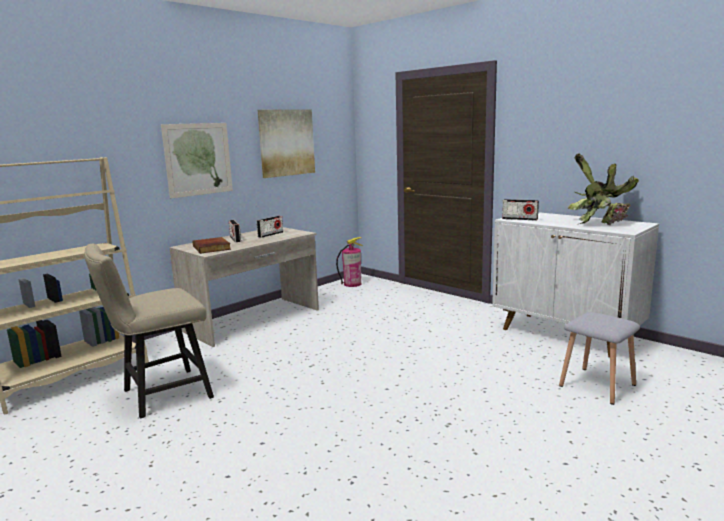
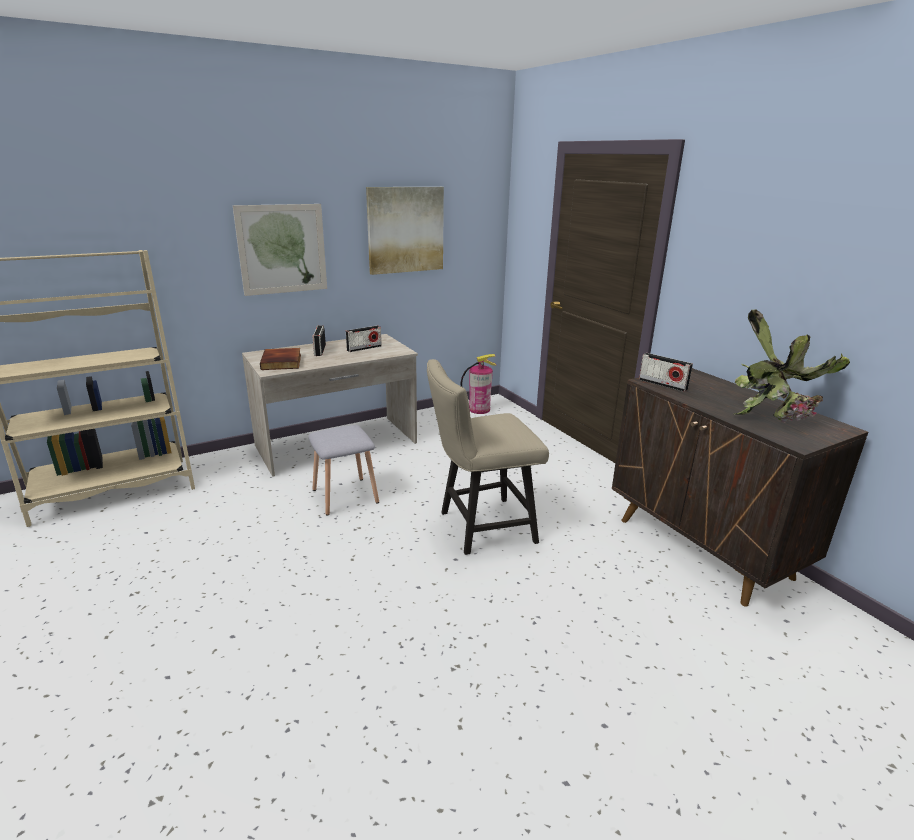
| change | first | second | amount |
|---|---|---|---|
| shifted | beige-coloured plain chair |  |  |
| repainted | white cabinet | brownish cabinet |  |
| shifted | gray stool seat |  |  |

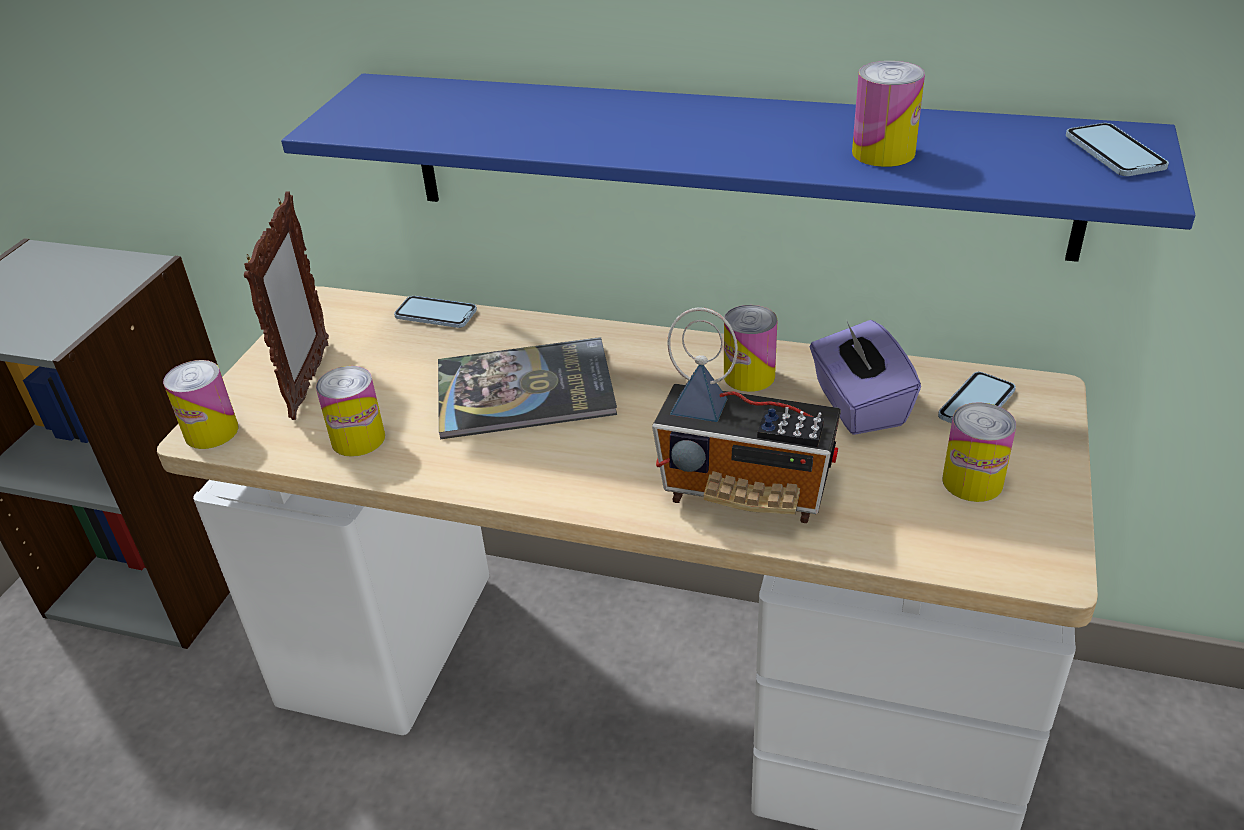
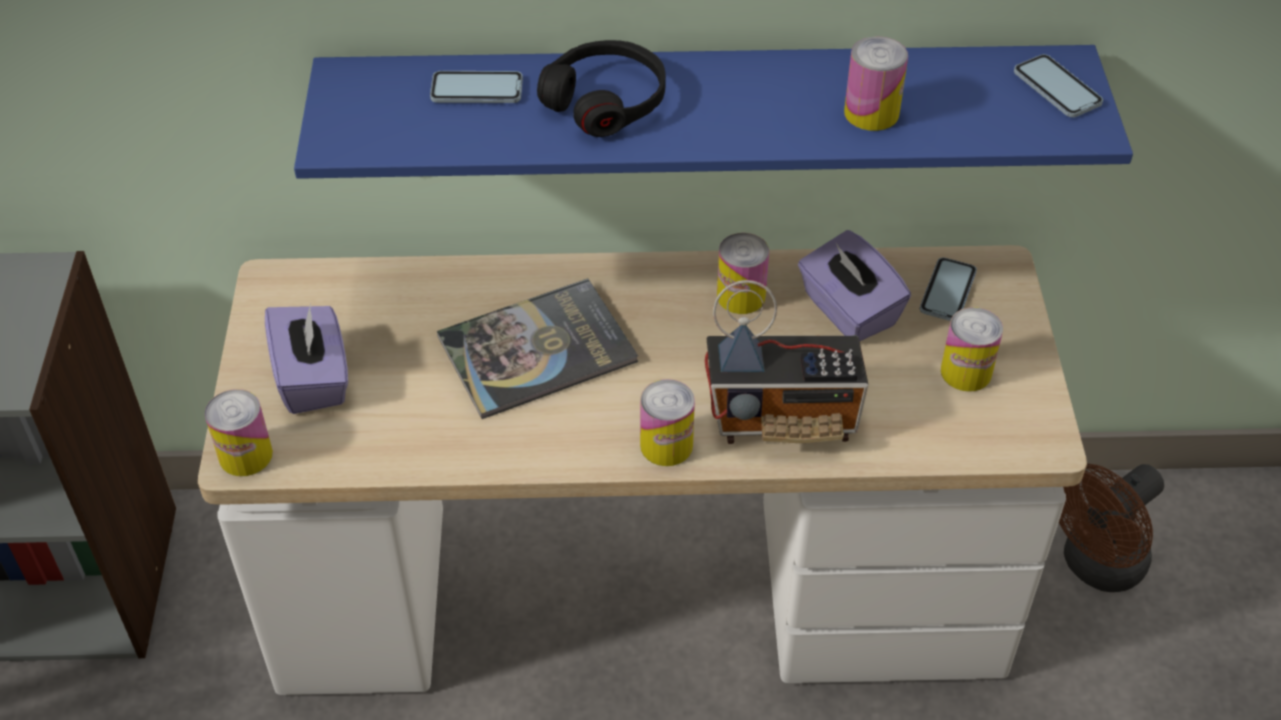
| change | first | second | amount |
|---|---|---|---|
| swapped | picture frame | purplish tissue box (no. 1 from left) |  |
| shifted | can (no. 2 from left) |  |  |
| shifted | telephone (no. 1 from left) |  |  |
| new |  | blackish headset |  |
| new |  | brownish electric fan |  |

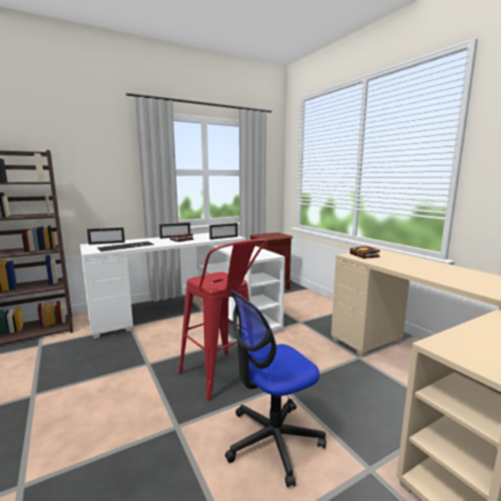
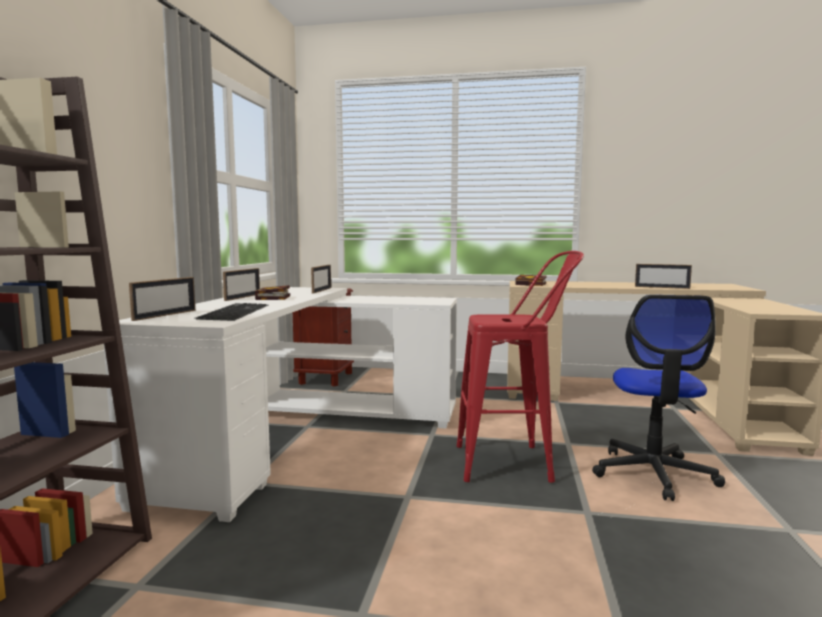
| change | first | second | amount |
|---|---|---|---|
| new |  | picture frame (no. 4 from left) |  |

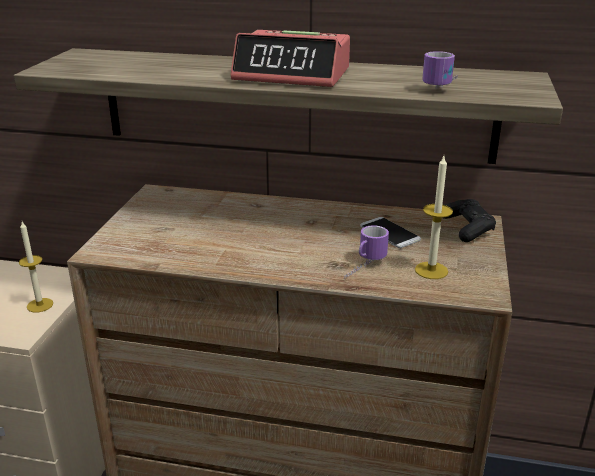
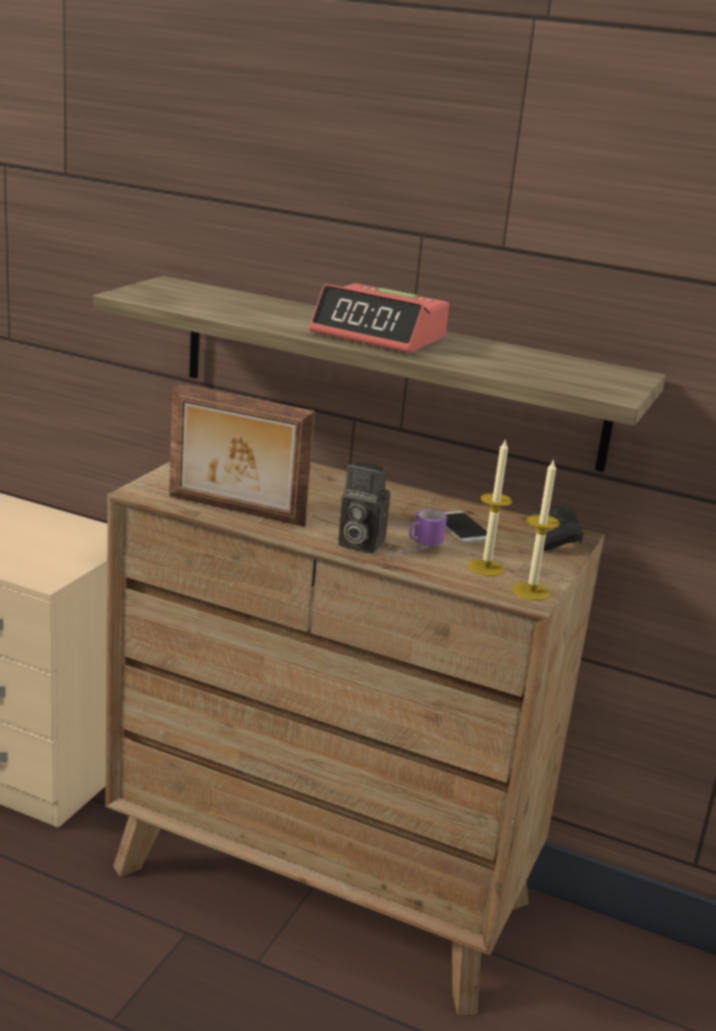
| change | first | second | amount |
|---|---|---|---|
| shifted | wax light (no. 1 from left in the first image) | wax light (no. 2 from left) |  |
| gone | tea mug (no. 2 from left) |  |  |
| new |  | picture frame |  |
| new |  | photo camera |  |

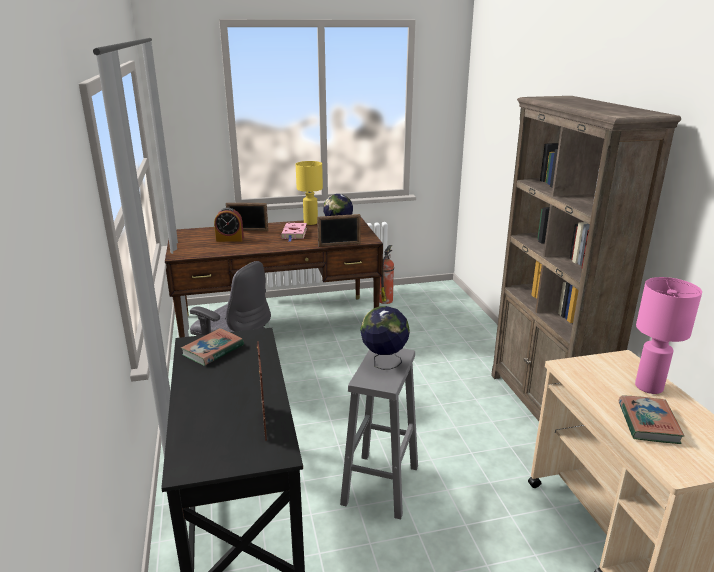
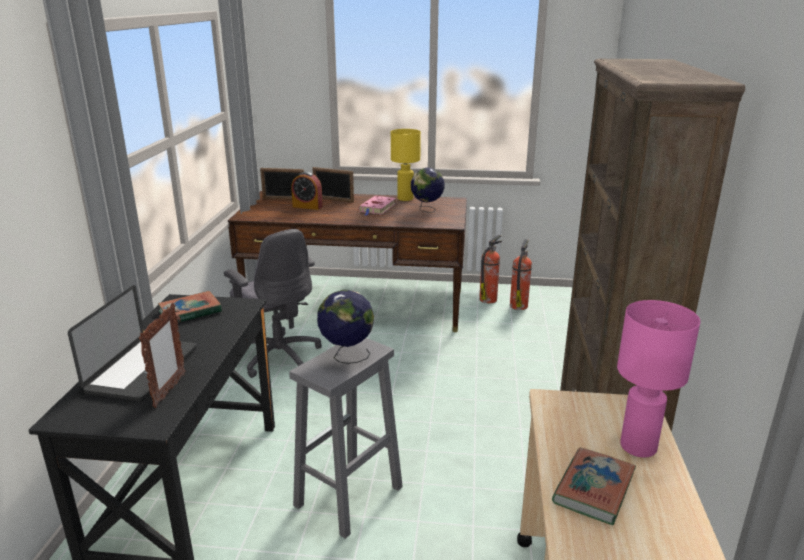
| change | first | second | amount |
|---|---|---|---|
| shifted | picture frame (no. 3 from left in the first image) | picture frame (no. 2 from left) |  |
| new |  | notebook computer |  |
| new |  | extinguisher (no. 2 from left) |  |

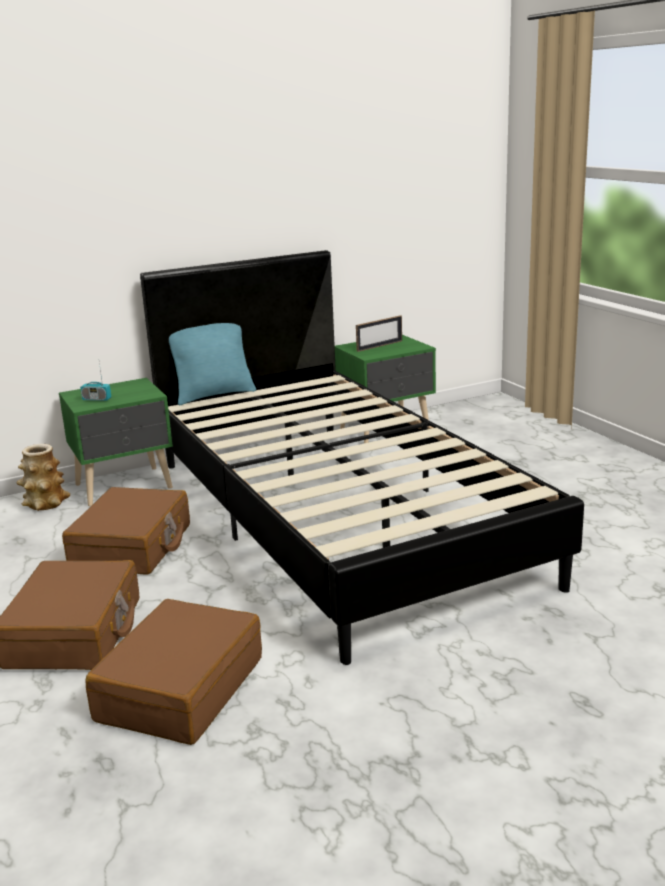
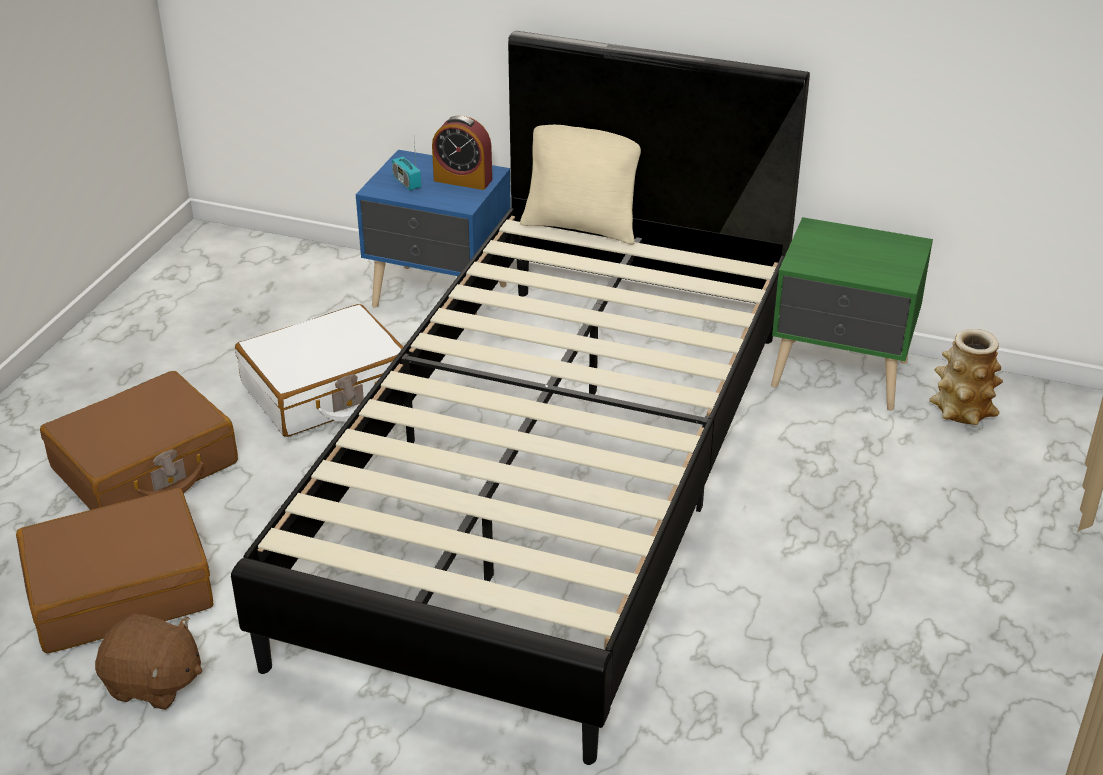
| change | first | second | amount |
|---|---|---|---|
| shifted | flower vase |  |  |
| repainted | green nightstand (no. 1 from left) | blue-coloured nightstand |  |
| repainted | brownish suitcase (no. 2 from left) | white suitcase |  |
| repainted | turquoise throw pillow | beige-coloured throw pillow |  |
| gone | picture frame |  |  |
| new |  | brownish plush toy |  |
| new |  | alarm clock |  |

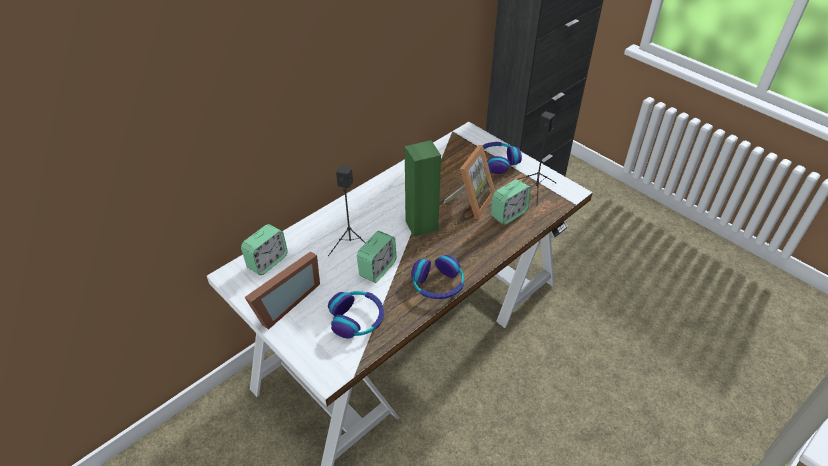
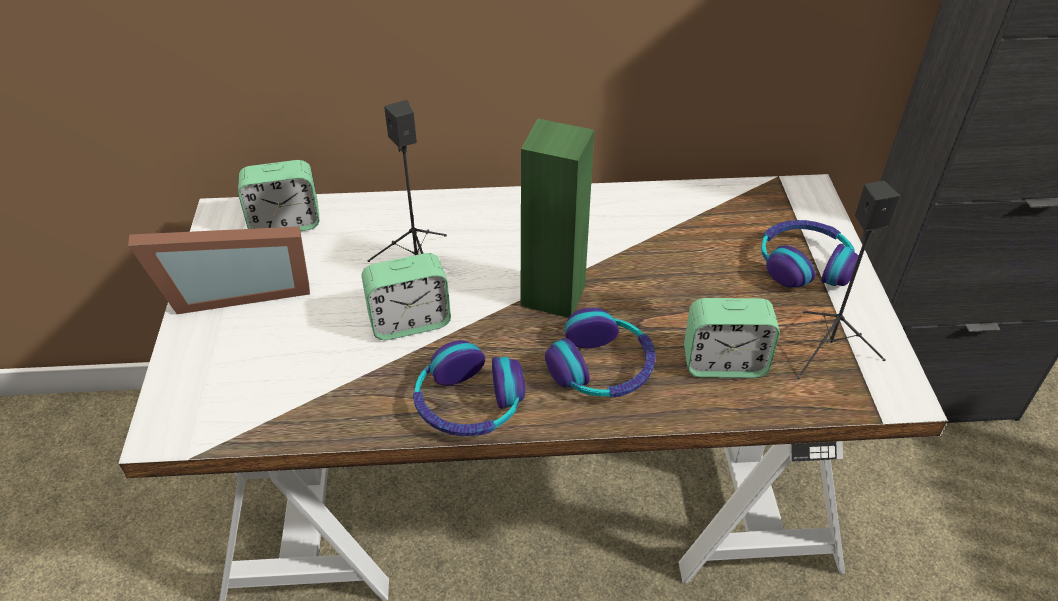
| change | first | second | amount |
|---|---|---|---|
| shifted | headset (no. 1 from left in the first image) | headset (no. 2 from left) |  |
| gone | picture frame (no. 2 from left) |  |  |

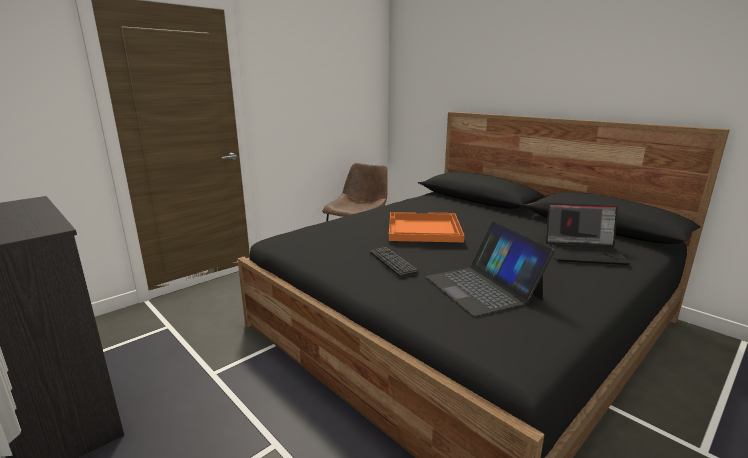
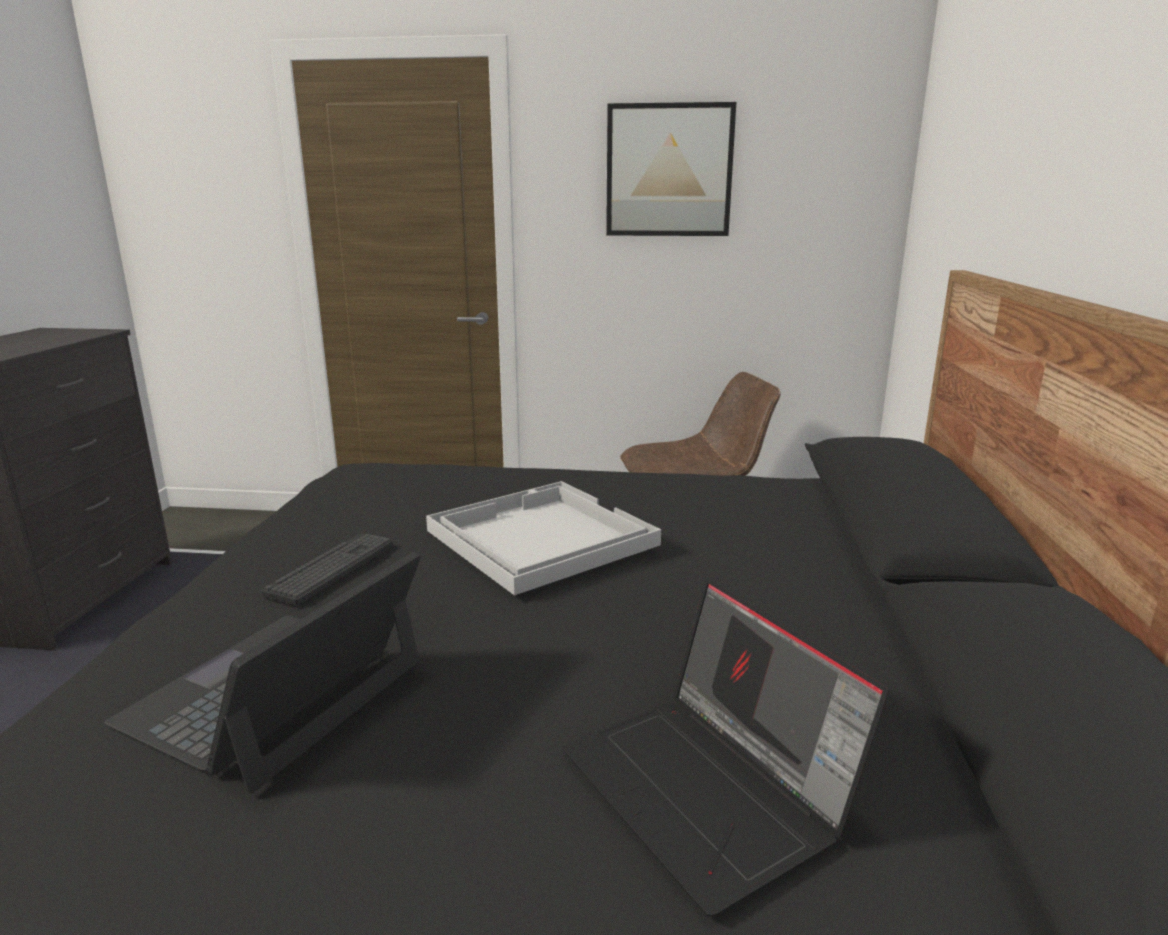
| change | first | second | amount |
|---|---|---|---|
| repainted | orange-coloured tray | white tray |  |
| new |  | picture |  |

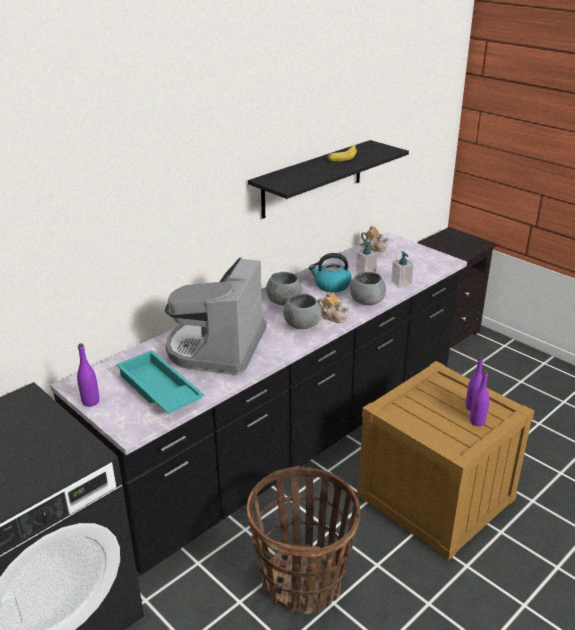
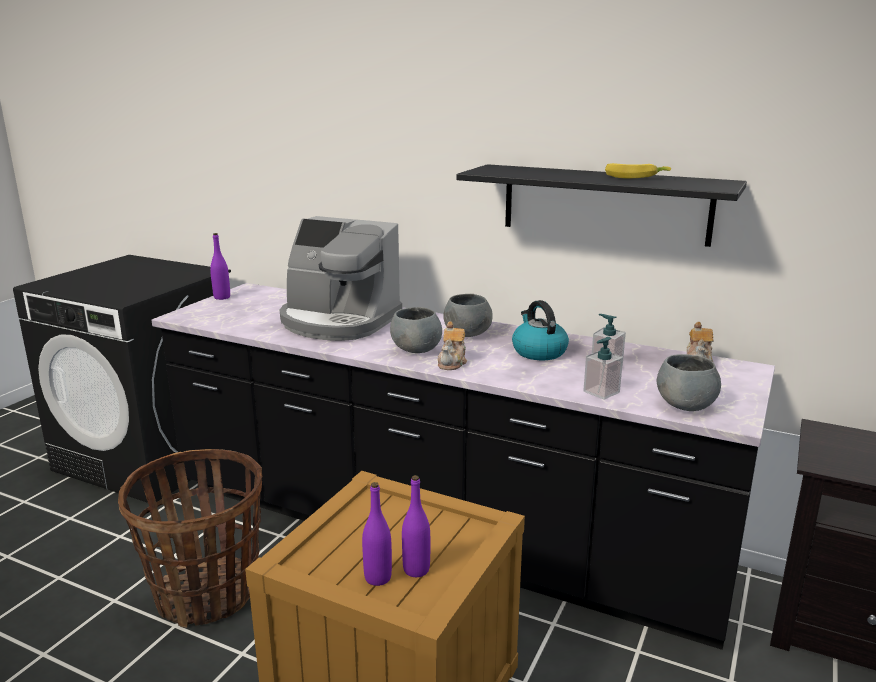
| change | first | second | amount |
|---|---|---|---|
| gone | turquoise tray |  |  |
| rotated | coffee machine |  | 150 degrees counterclockwise |
| shifted | gray bowl (no. 3 from left) |  |  |

